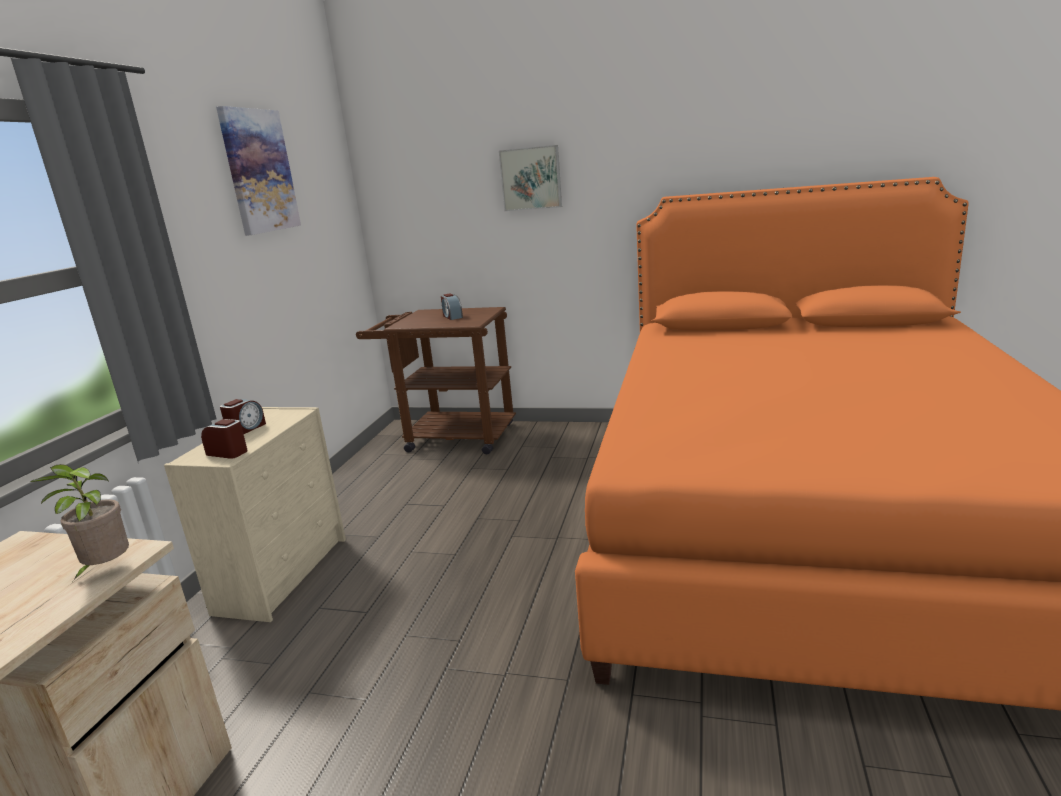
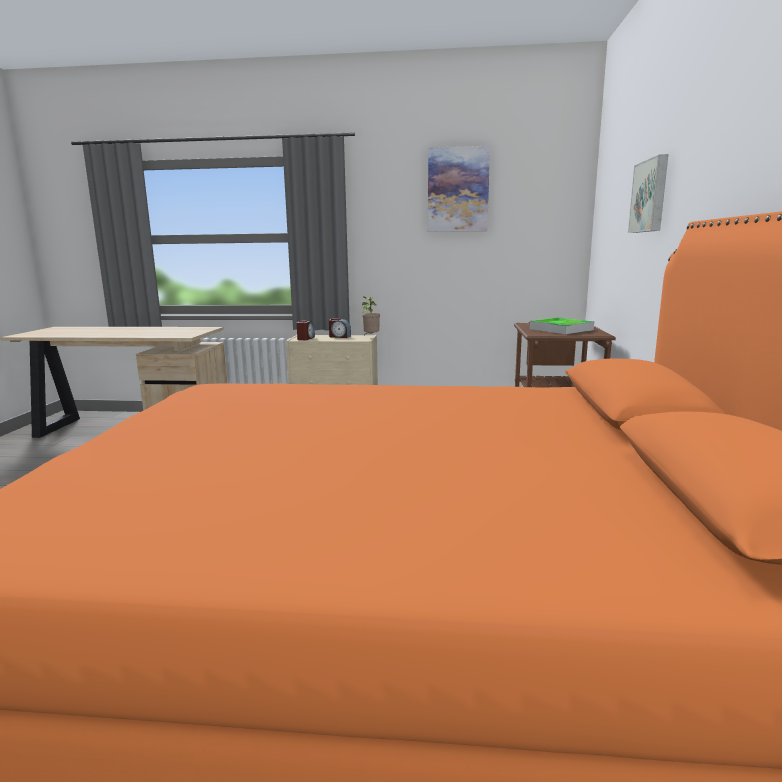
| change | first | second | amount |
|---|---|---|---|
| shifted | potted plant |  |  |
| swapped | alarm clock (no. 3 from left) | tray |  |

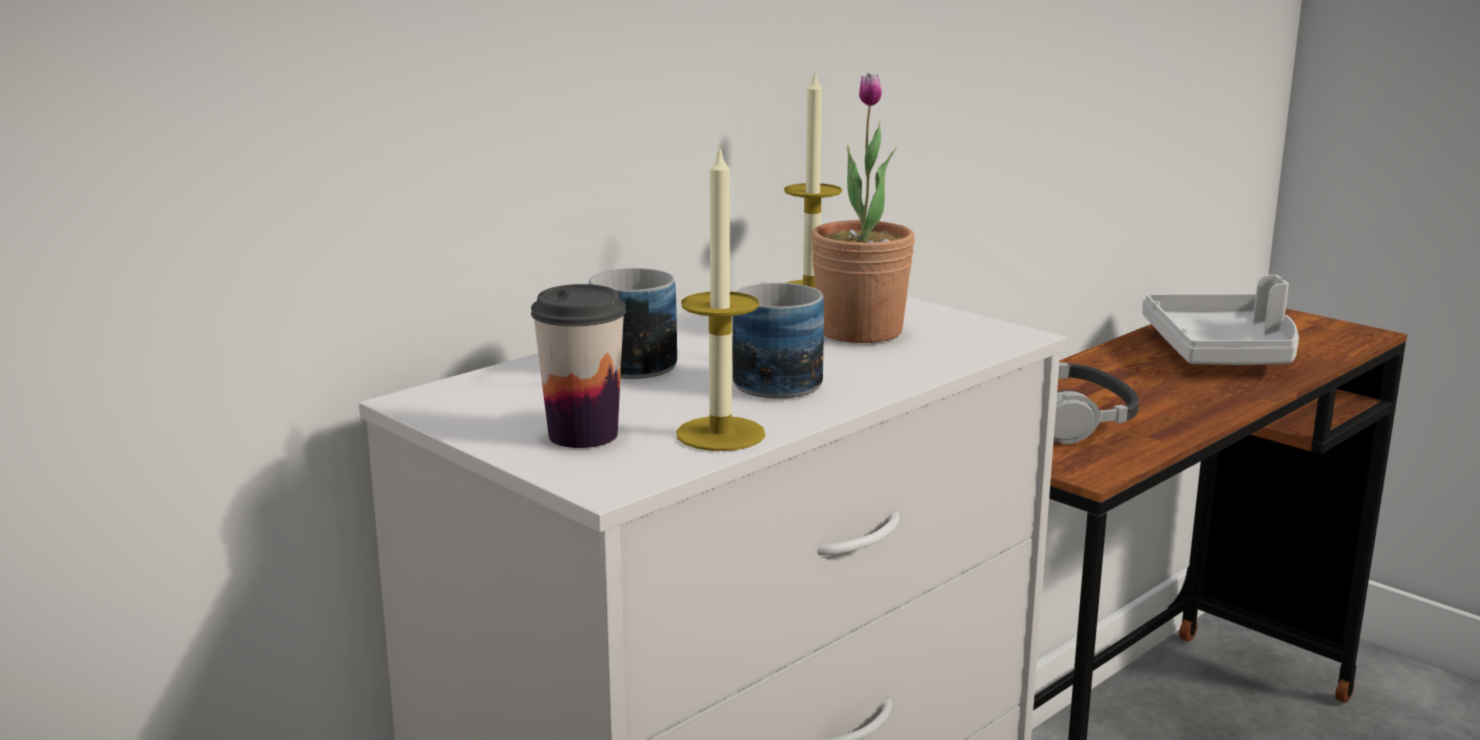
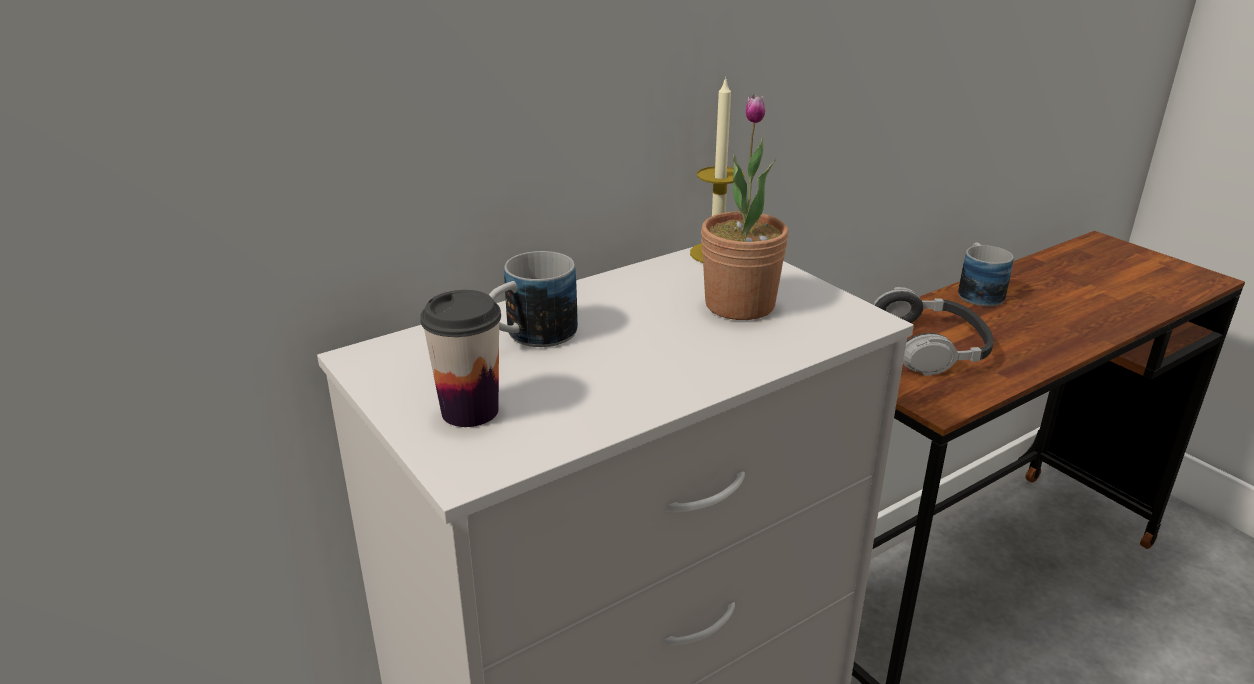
| change | first | second | amount |
|---|---|---|---|
| gone | wax light (no. 1 from left) |  |  |
| shifted | tea mug (no. 2 from left) |  |  |
| gone | gray tray |  |  |

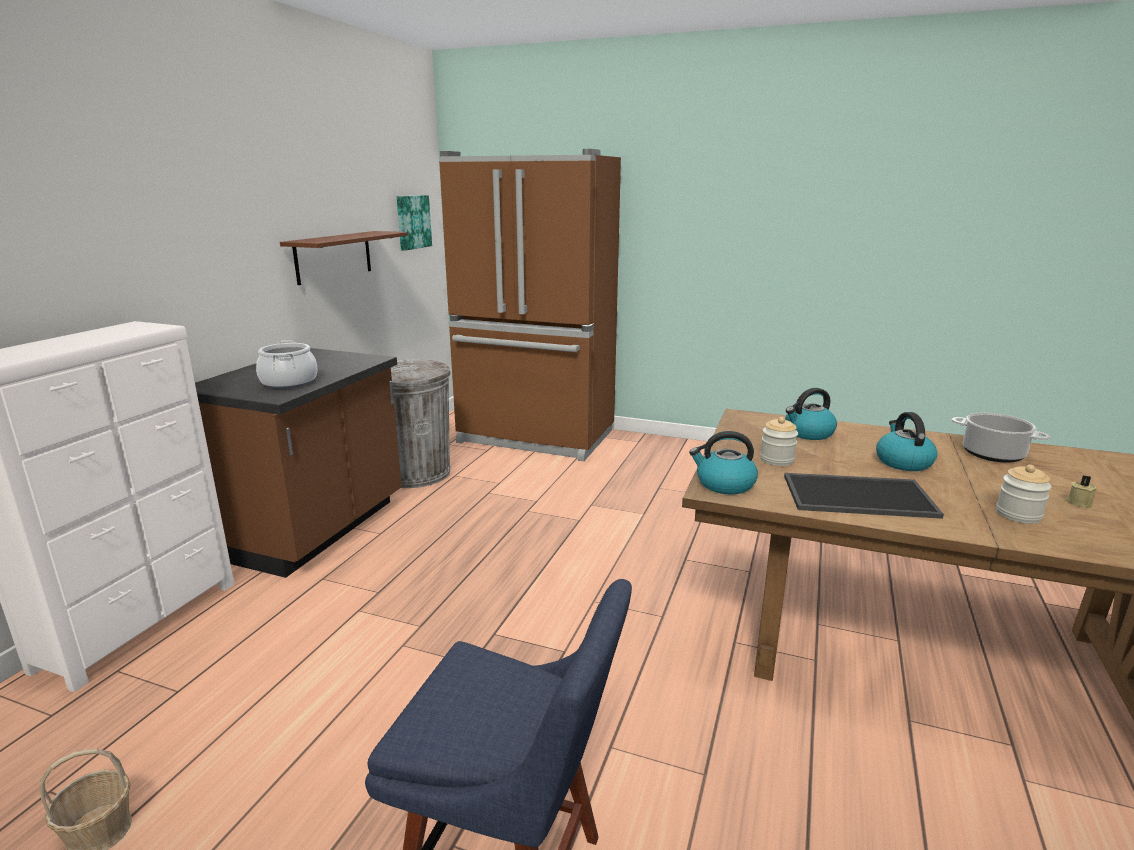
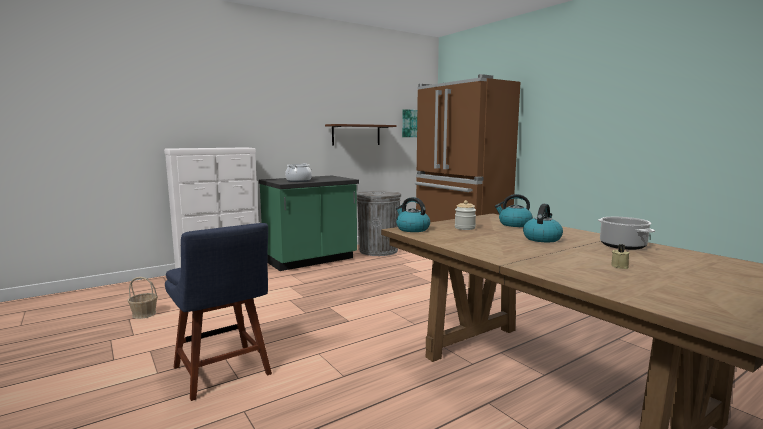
| change | first | second | amount |
|---|---|---|---|
| repainted | brownish counter | green counter |  |
| gone | tray |  |  |
| gone | preserve jar (no. 2 from left) |  |  |

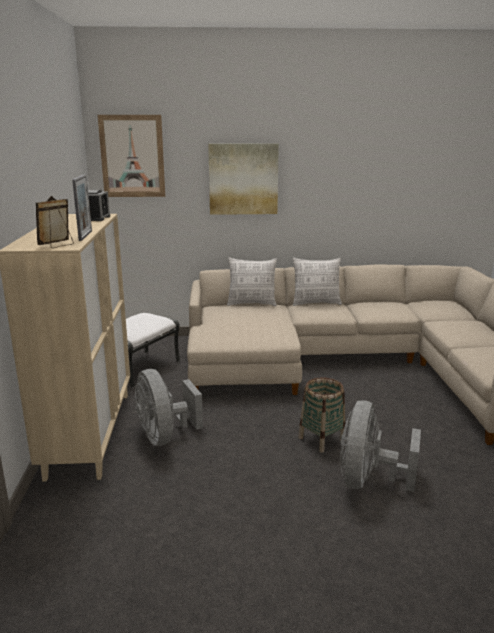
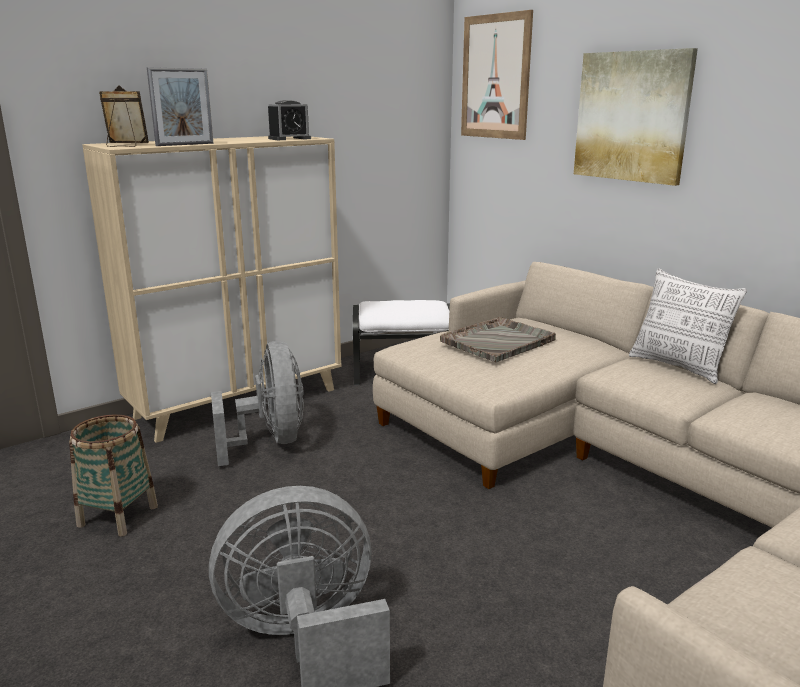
| change | first | second | amount |
|---|---|---|---|
| rotated | gray electric fan (no. 1 from left) |  | 135 degrees clockwise |
| gone | throw pillow (no. 1 from left) |  |  |
| shifted | basket |  |  |
| new |  | gray tray |  |

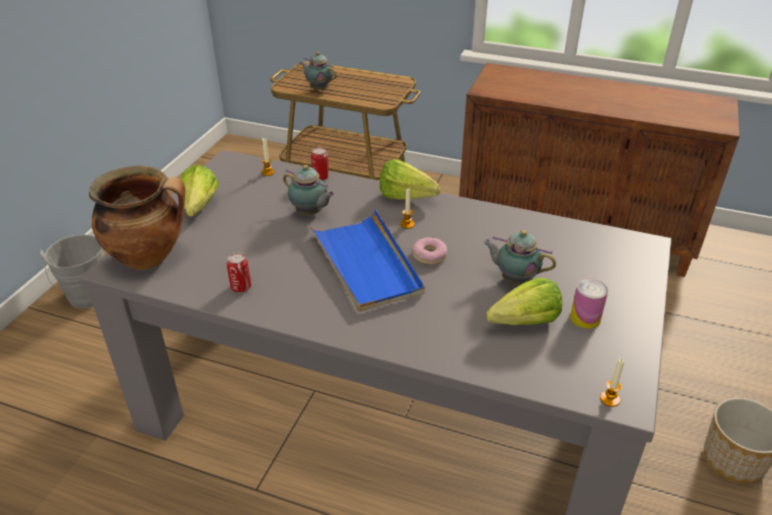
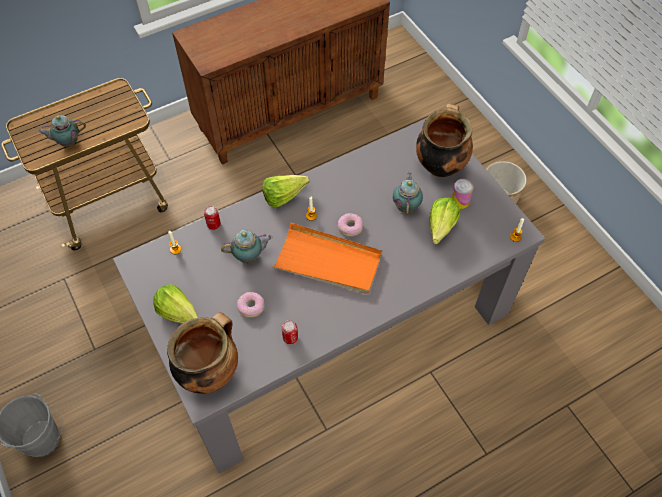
| change | first | second | amount |
|---|---|---|---|
| repainted | blue-coloured tray | orange-coloured tray |  |
| rotated | teapot (no. 3 from left) |  | 120 degrees clockwise |
| new |  | ring doughnut (no. 1 from left) |  |
| new |  | stockpot (no. 2 from left) |  |

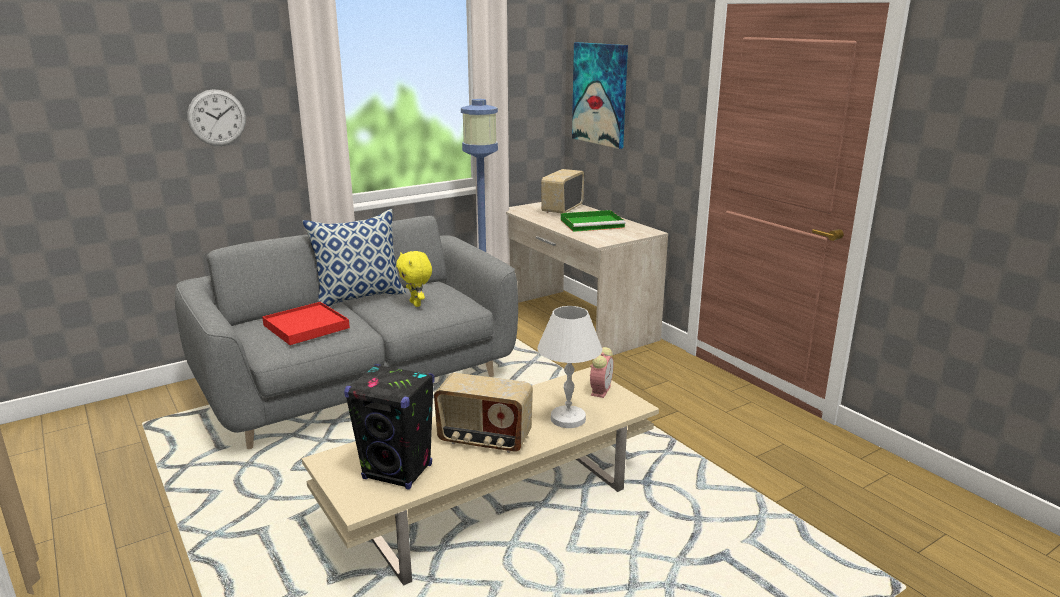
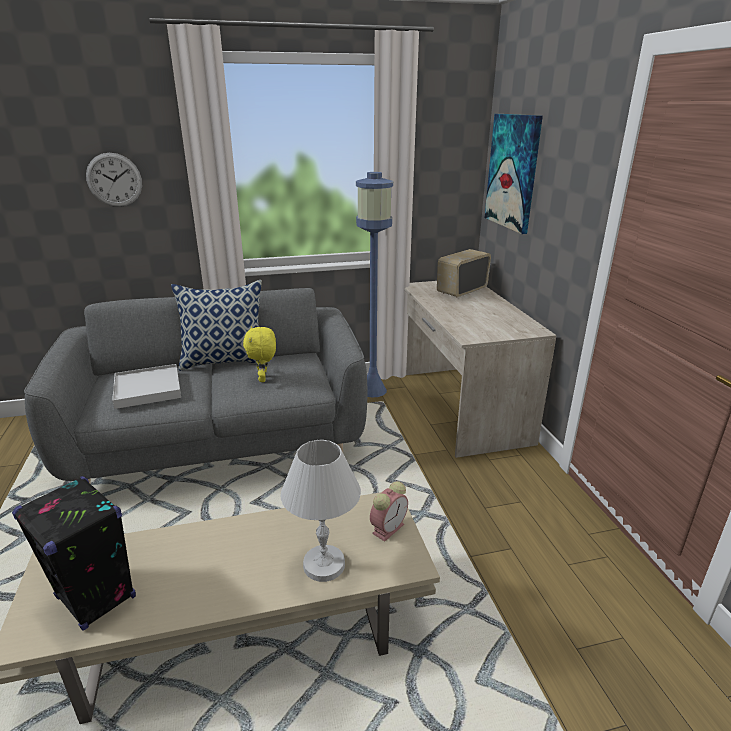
| change | first | second | amount |
|---|---|---|---|
| repainted | reddish tray | white tray |  |
| gone | radio receiver (no. 1 from left) |  |  |
| gone | green tray |  |  |

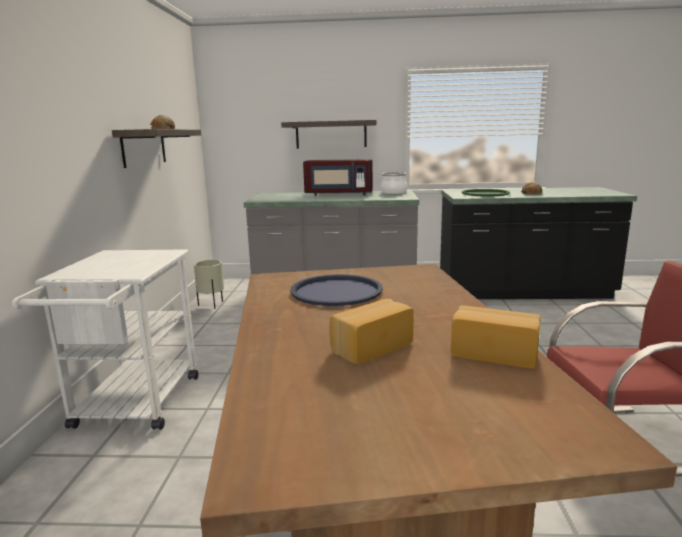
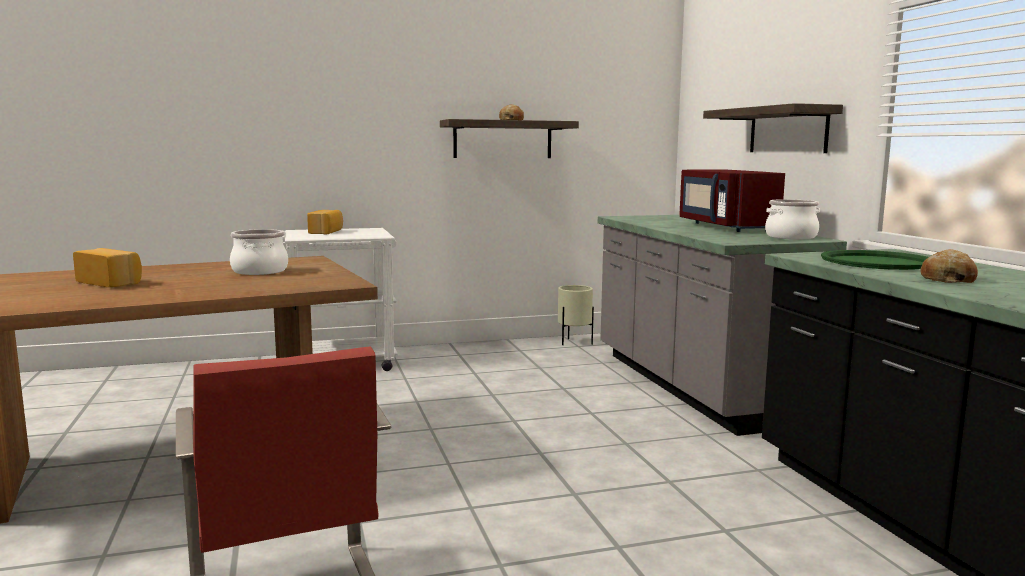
| change | first | second | amount |
|---|---|---|---|
| swapped | blue-coloured tray | stockpot (no. 1 from left) |  |
| shifted | baked bread (no. 3 from left in the first image) | baked bread (no. 2 from left) |  |

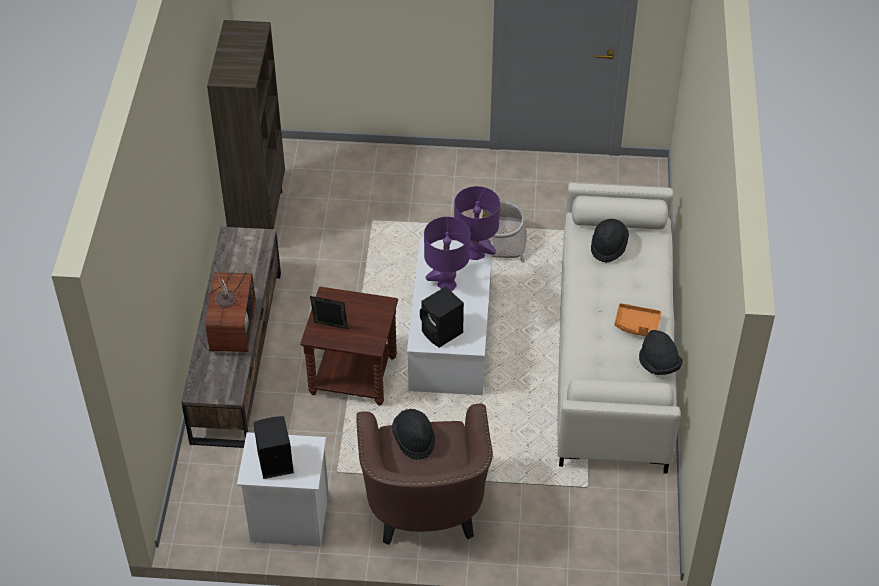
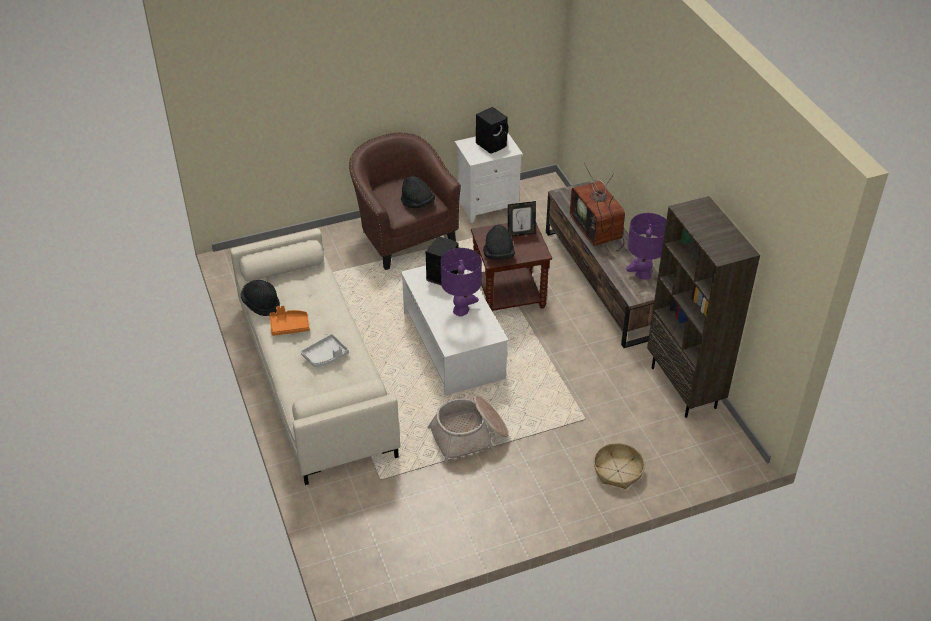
| change | first | second | amount |
|---|---|---|---|
| shifted | purplish tabletop lamp (no. 2 from left) |  |  |
| shifted | blackish wearable hat (no. 2 from left in the first image) | blackish wearable hat (no. 3 from left) |  |
| new |  | gray tray |  |
| new |  | basket (no. 2 from left) |  |

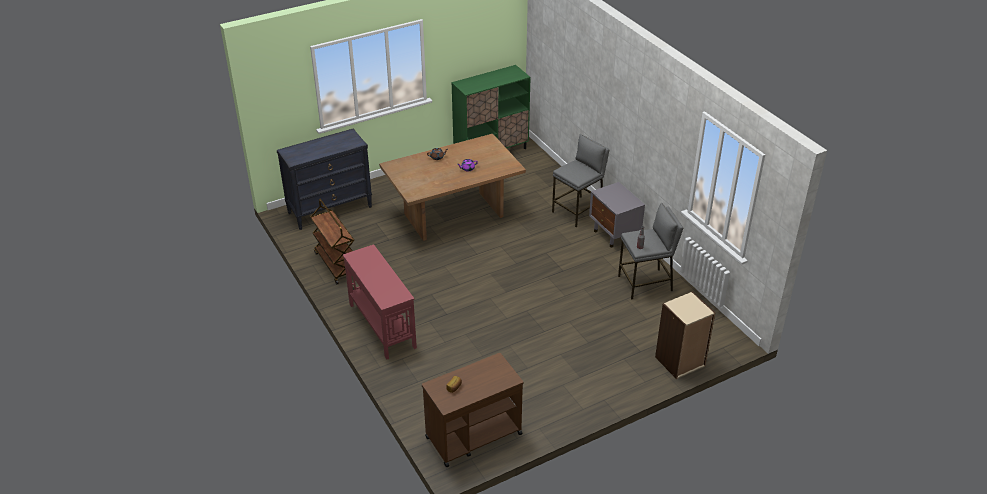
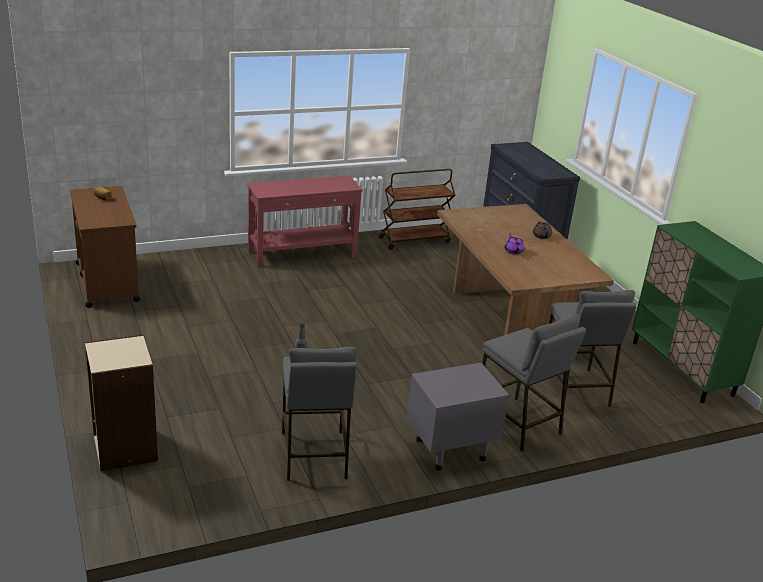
| change | first | second | amount |
|---|---|---|---|
| new |  | gray stool seat (no. 3 from left) |  |

